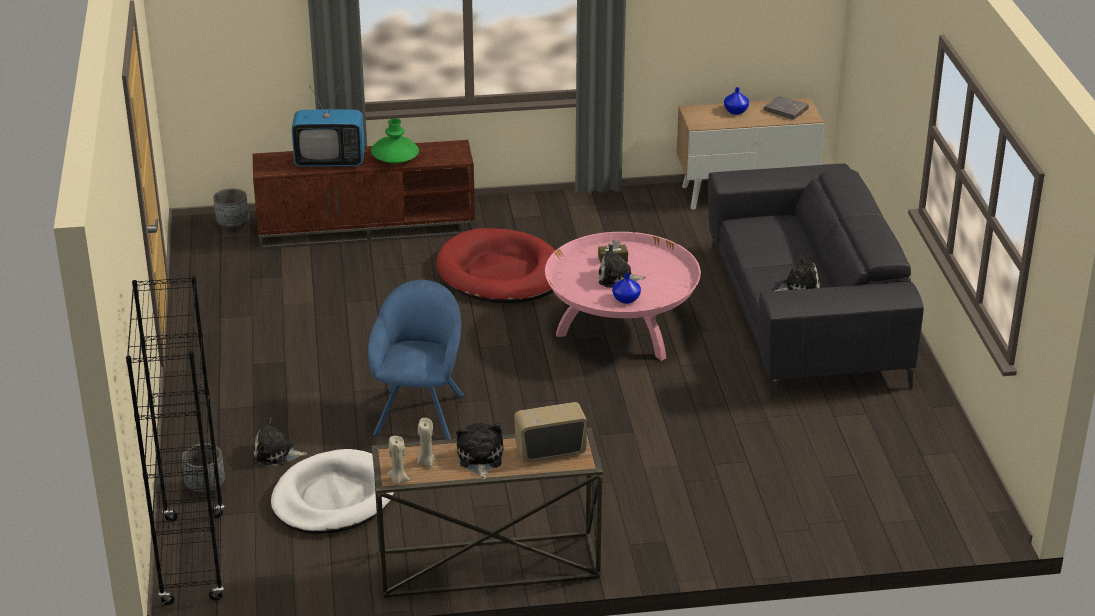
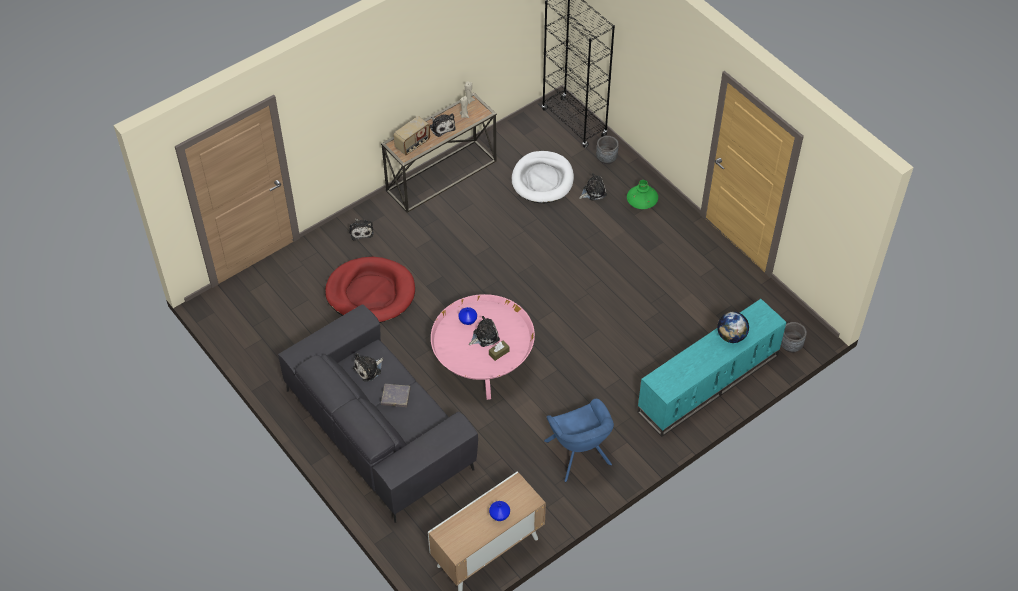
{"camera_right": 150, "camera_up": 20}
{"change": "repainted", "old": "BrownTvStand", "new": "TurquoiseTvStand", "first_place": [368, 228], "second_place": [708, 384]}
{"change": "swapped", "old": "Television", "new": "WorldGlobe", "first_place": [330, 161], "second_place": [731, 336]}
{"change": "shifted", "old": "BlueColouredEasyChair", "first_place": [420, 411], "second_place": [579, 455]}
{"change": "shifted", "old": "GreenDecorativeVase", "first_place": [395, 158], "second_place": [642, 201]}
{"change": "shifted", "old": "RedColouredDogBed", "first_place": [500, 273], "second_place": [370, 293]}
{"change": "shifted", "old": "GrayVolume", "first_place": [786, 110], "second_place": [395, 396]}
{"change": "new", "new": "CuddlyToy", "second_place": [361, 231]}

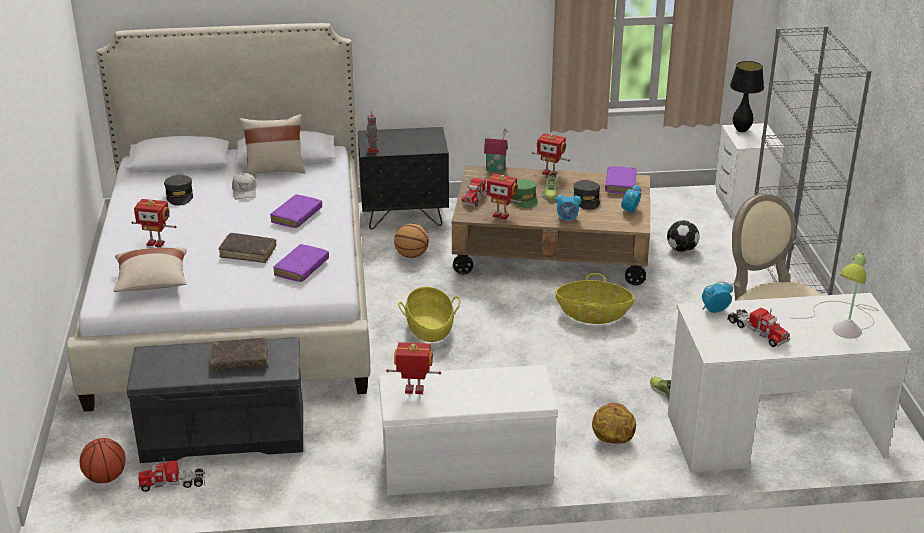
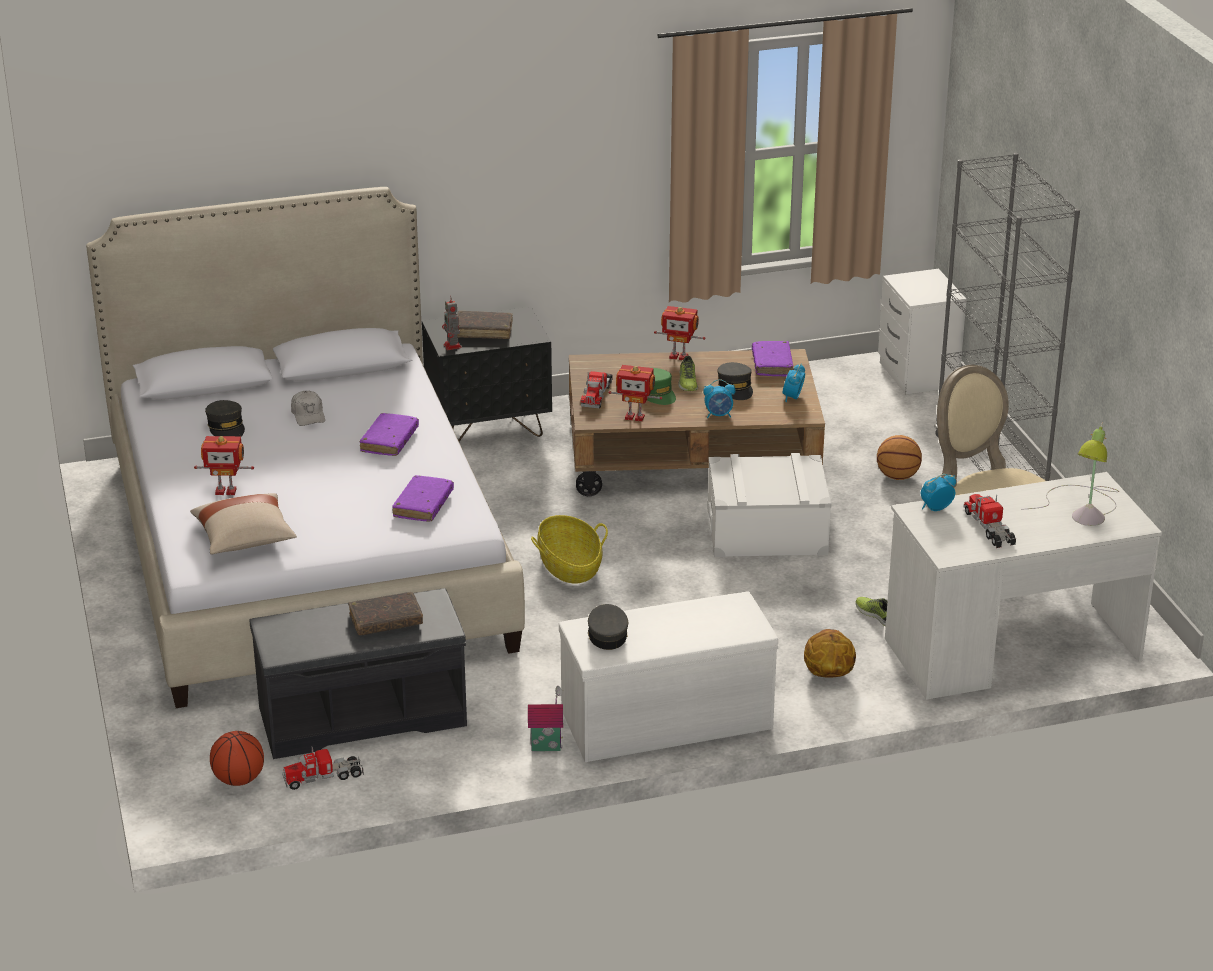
{"camera_right": -10, "camera_up": 0}
{"change": "shifted", "old": "BrownVolume", "first_place": [248, 253], "second_place": [484, 331]}
{"change": "gone", "old": "BeigeColouredThrowPillow", "first_place": [275, 170]}
{"change": "swapped", "old": "RobotFigure", "new": "GrayBaseballCap", "first_place": [414, 391], "second_place": [607, 635]}
{"change": "shifted", "old": "Basketball", "first_place": [411, 256], "second_place": [897, 477]}
{"change": "shifted", "old": "MiniatureHouse", "first_place": [496, 168], "second_place": [546, 745]}
{"change": "swapped", "old": "StorageBasket", "new": "WhiteStorageContainer", "first_place": [593, 315], "second_place": [766, 531]}
{"change": "gone", "old": "FootballBall", "first_place": [681, 250]}
{"change": "rotated", "old": "ToyTruck", "first_place": [757, 331], "second_place": [989, 528], "degrees": -150}
{"change": "gone", "old": "BlackColouredLampForATable", "first_place": [741, 130]}

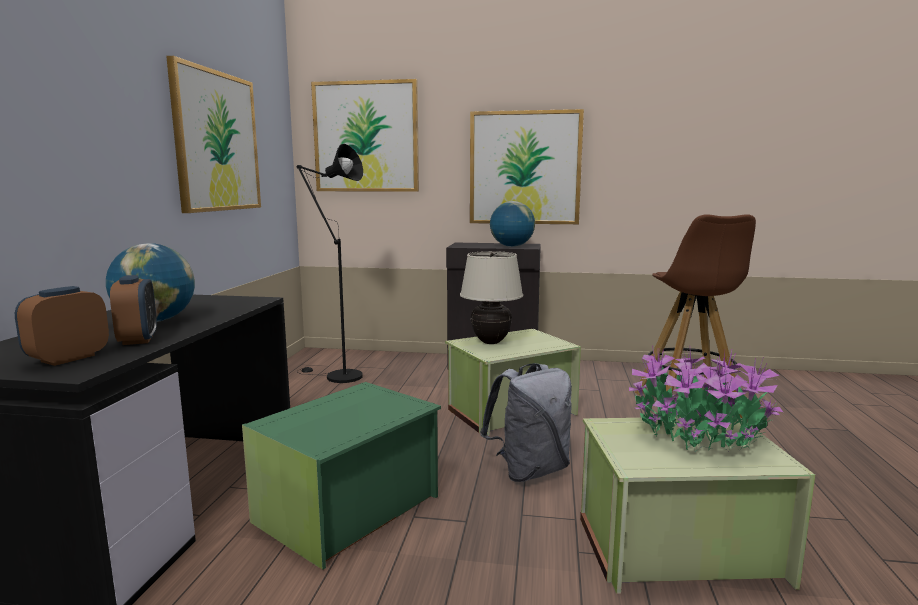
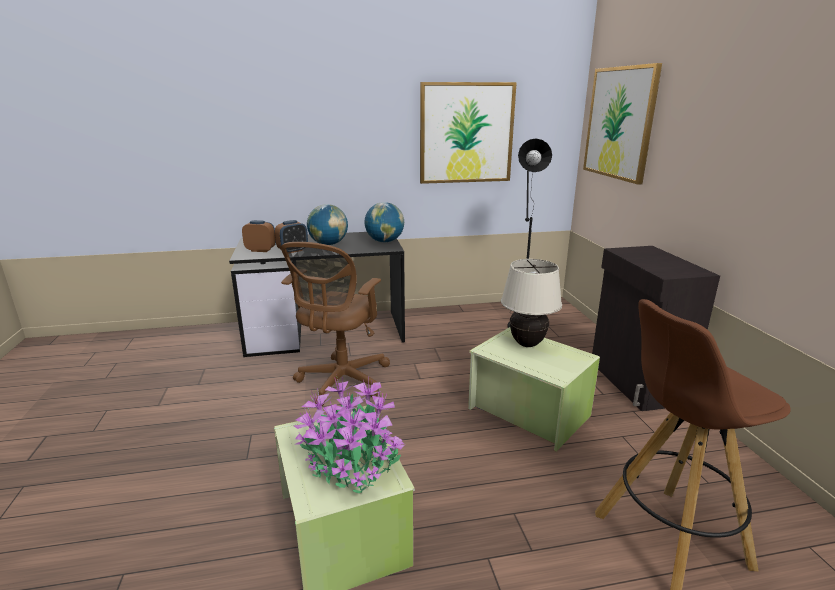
{"camera_right": 70, "camera_up": 10}
{"change": "swapped", "old": "GreenStorageContainer", "new": "BrownDeskChair", "first_place": [350, 509], "second_place": [341, 382]}
{"change": "gone", "old": "Picture", "first_place": [525, 168]}
{"change": "gone", "old": "GrayKnapsack", "first_place": [529, 470]}
{"change": "shifted", "old": "WorldGlobe", "first_place": [511, 246], "second_place": [384, 241]}

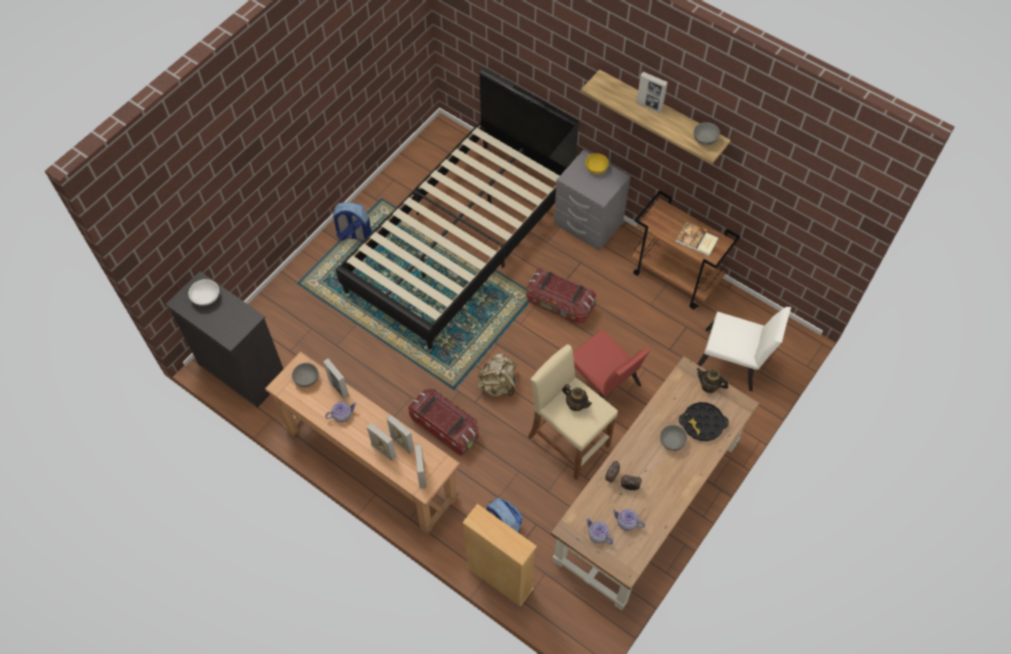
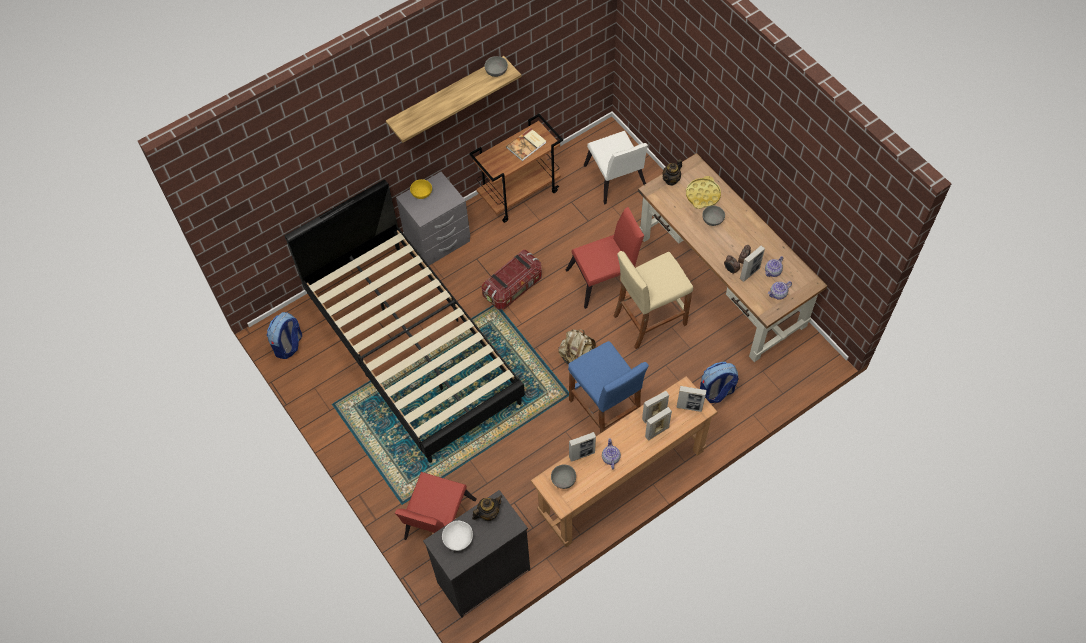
{"camera_right": -70, "camera_up": 0}
{"change": "shifted", "old": "Knapsack", "first_place": [353, 235], "second_place": [289, 345]}
{"change": "swapped", "old": "StorageContainer", "new": "BlueColouredStoolSeat", "first_place": [445, 427], "second_place": [605, 411]}
{"change": "gone", "old": "BeigeColouredBookshelf", "first_place": [499, 578]}
{"change": "shifted", "old": "PotForTea", "first_place": [576, 404], "second_place": [488, 513]}
{"change": "shifted", "old": "StandingFrame", "first_place": [649, 106], "second_place": [749, 273]}
{"change": "repainted", "old": "BlackColouredCarryingTray", "new": "YellowCarryingTray", "first_place": [702, 423], "second_place": [703, 195]}
{"change": "rotated", "old": "WhitePlainChair", "first_place": [733, 362], "second_place": [616, 181], "degrees": 120}
{"change": "new", "new": "RedColouredPlainChair", "second_place": [437, 523]}

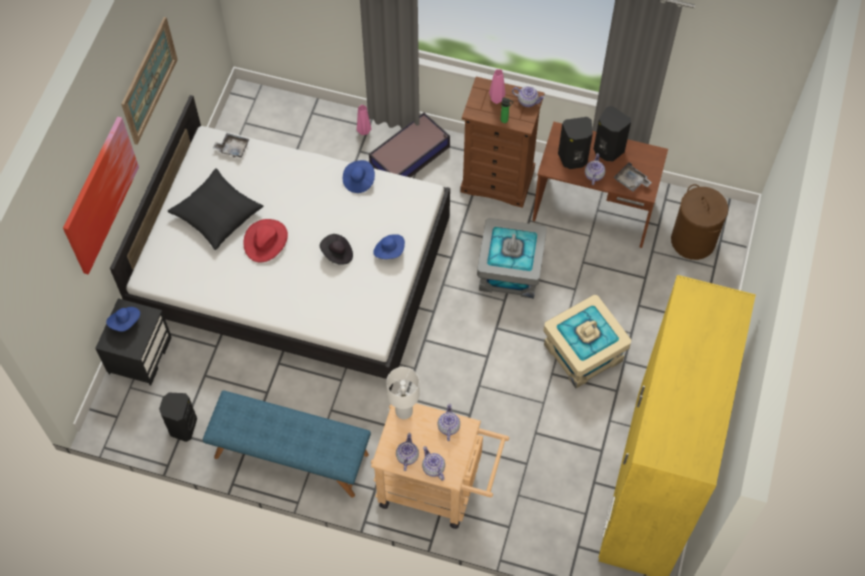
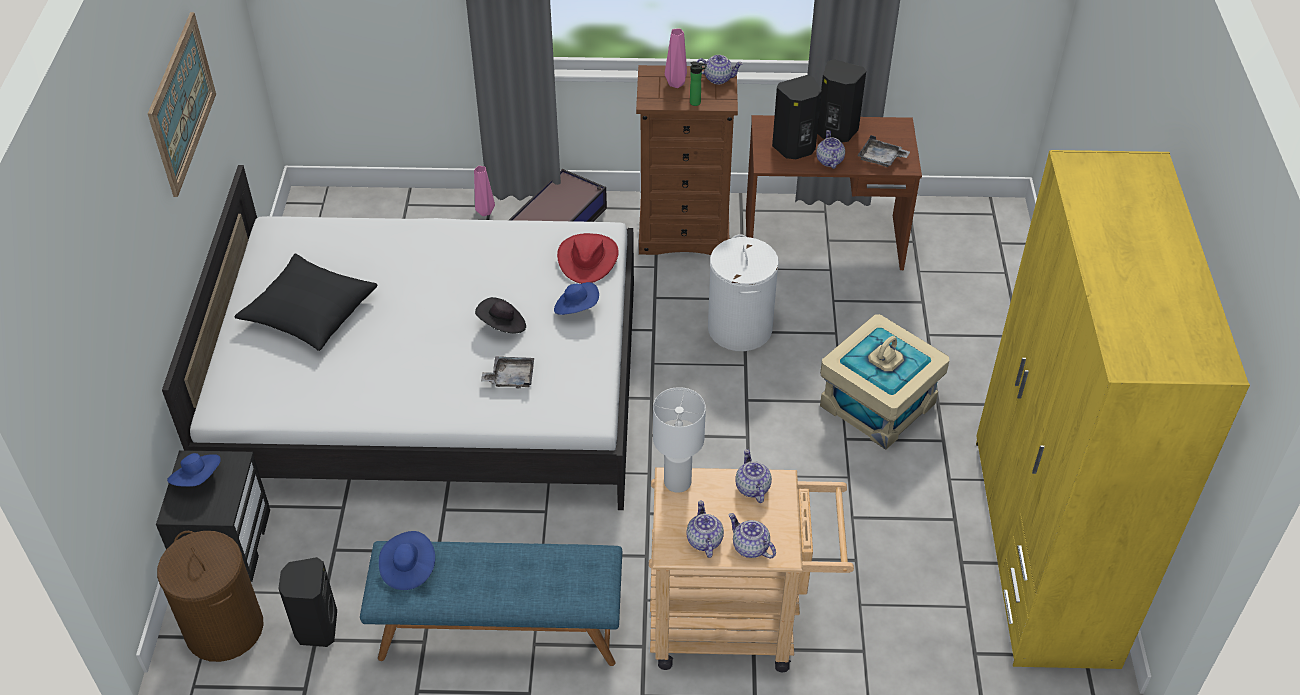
{"camera_right": -15, "camera_up": -15}
{"change": "gone", "old": "Picture", "first_place": [99, 195]}
{"change": "shifted", "old": "GrayCarryingTray", "first_place": [233, 148], "second_place": [511, 377]}
{"change": "shifted", "old": "RedColouredHat", "first_place": [265, 241], "second_place": [587, 258]}
{"change": "shifted", "old": "BlueColouredHat", "first_place": [358, 181], "second_place": [408, 568]}
{"change": "swapped", "old": "GrayStorageContainer", "new": "WhiteLaundryBasket", "first_place": [510, 270], "second_place": [740, 329]}
{"change": "shifted", "old": "BrownLaundryBasket", "first_place": [693, 241], "second_place": [225, 629]}

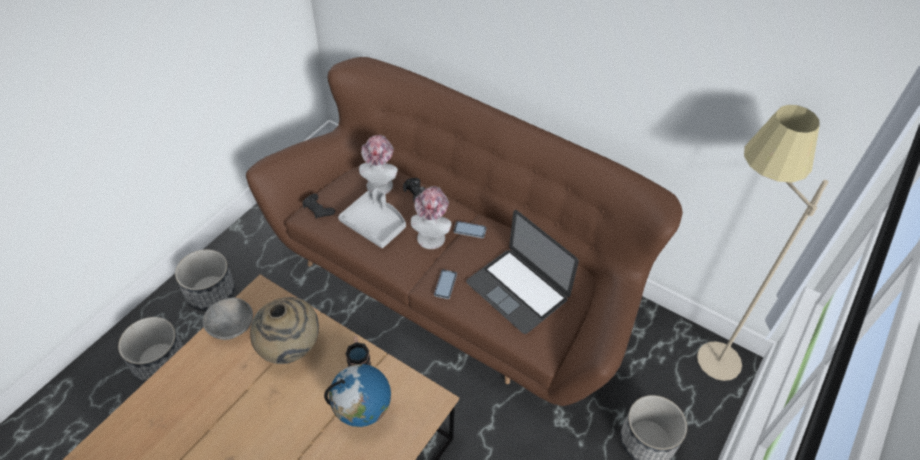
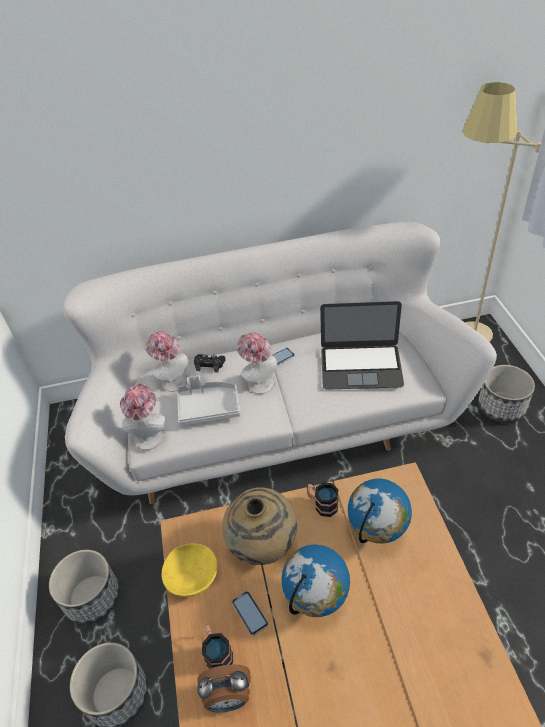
{"camera_right": -40, "camera_up": -5}
{"change": "repainted", "old": "GrayBowl", "new": "YellowBowl", "first_place": [232, 327], "second_place": [193, 577]}
{"change": "repainted", "old": "BrownSofa", "new": "WhiteSofa", "first_place": [457, 285], "second_place": [278, 421]}
{"change": "swapped", "old": "BlackColouredGameController", "new": "Hat", "first_place": [318, 210], "second_place": [149, 434]}
{"change": "shifted", "old": "Telephone", "first_place": [445, 284], "second_place": [250, 613]}
{"change": "new", "new": "AlarmClock", "second_place": [228, 698]}
{"change": "new", "new": "TeaMug", "second_place": [217, 653]}
{"change": "new", "new": "WorldGlobe", "second_place": [317, 602]}

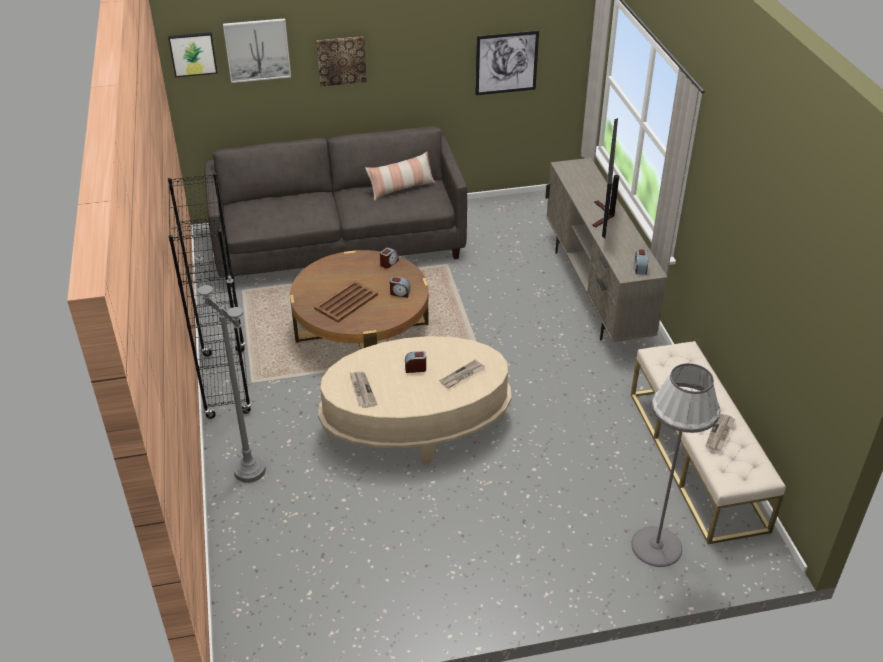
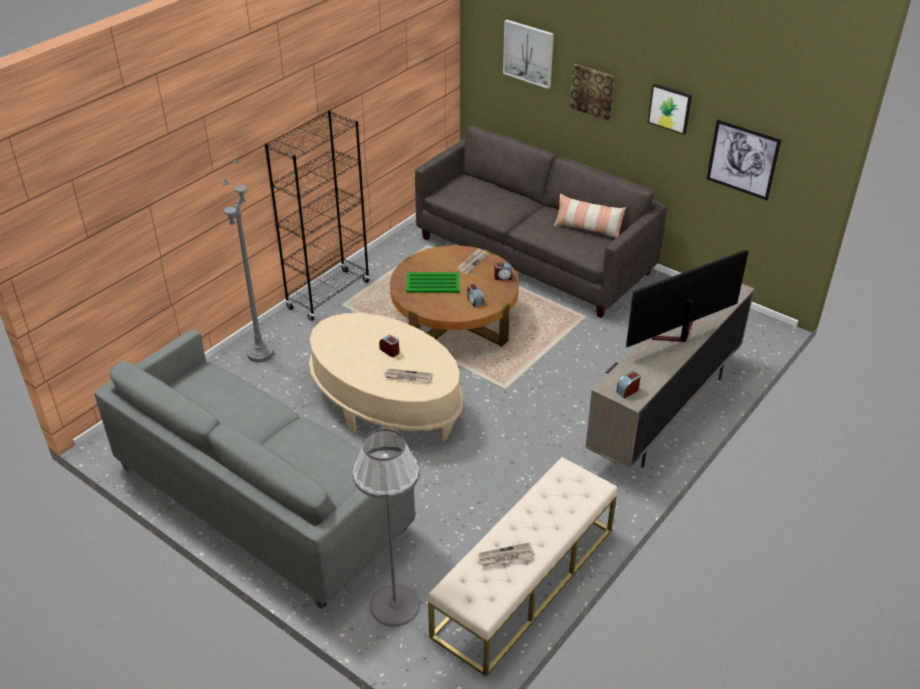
{"camera_right": 50, "camera_up": 0}
{"change": "shifted", "old": "Picture", "first_place": [193, 53], "second_place": [670, 108]}
{"change": "repainted", "old": "BrownCarryingTray", "new": "GreenCarryingTray", "first_place": [345, 302], "second_place": [432, 283]}
{"change": "shifted", "old": "DailyPaper", "first_place": [362, 390], "second_place": [472, 262]}
{"change": "new", "new": "GraySofa", "second_place": [261, 498]}

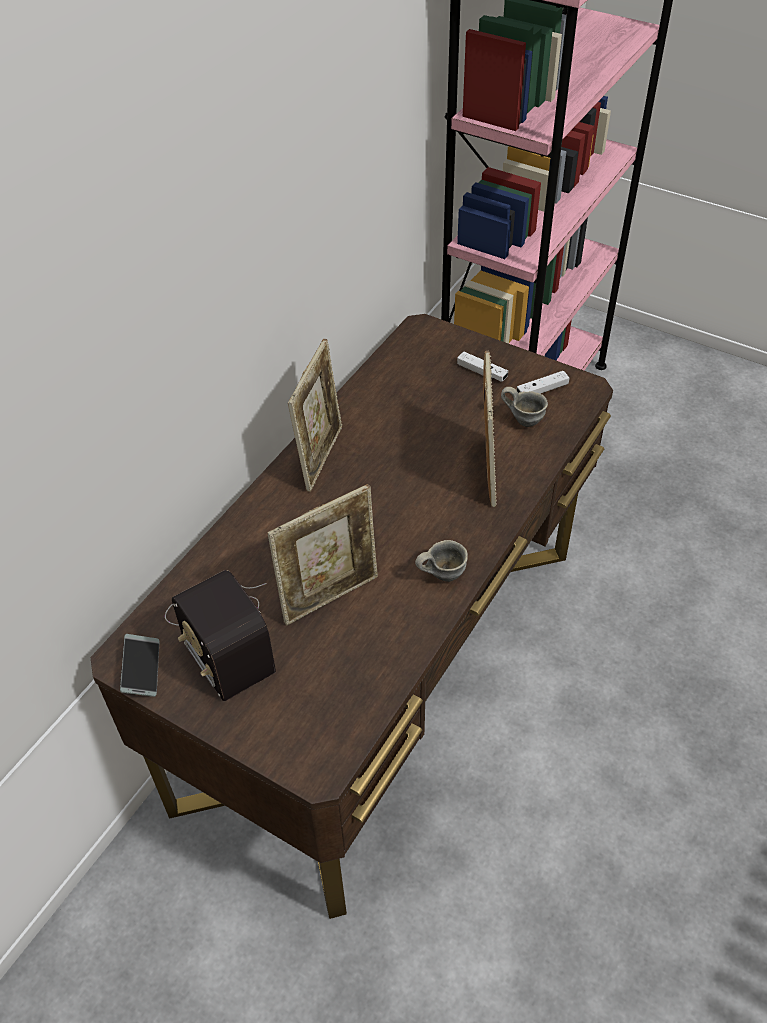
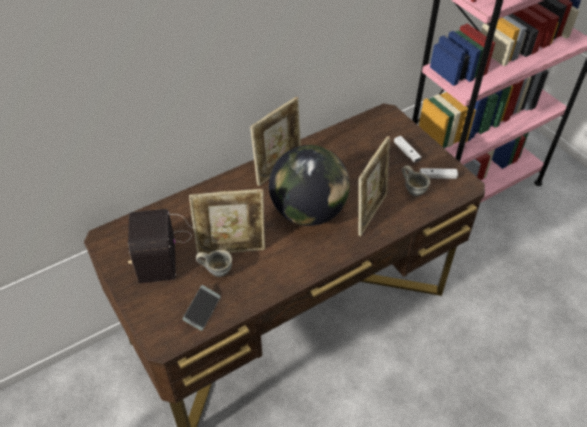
{"camera_right": 25, "camera_up": 0}
{"change": "shifted", "old": "Telephone", "first_place": [141, 669], "second_place": [202, 310]}
{"change": "shifted", "old": "GrayTeaMug", "first_place": [442, 573], "second_place": [217, 270]}
{"change": "new", "new": "WorldGlobe", "second_place": [308, 212]}

